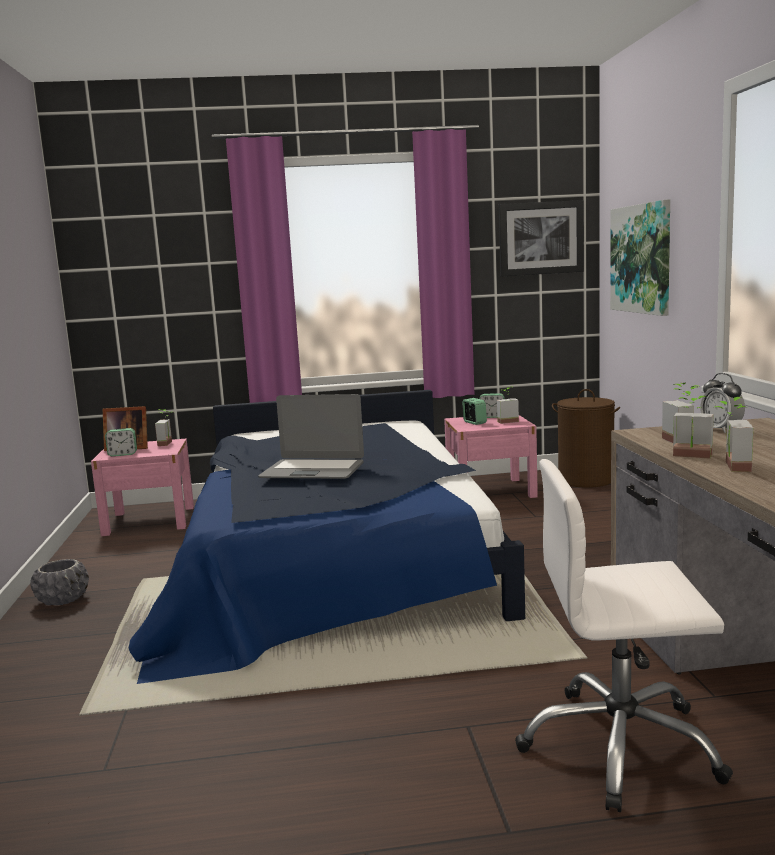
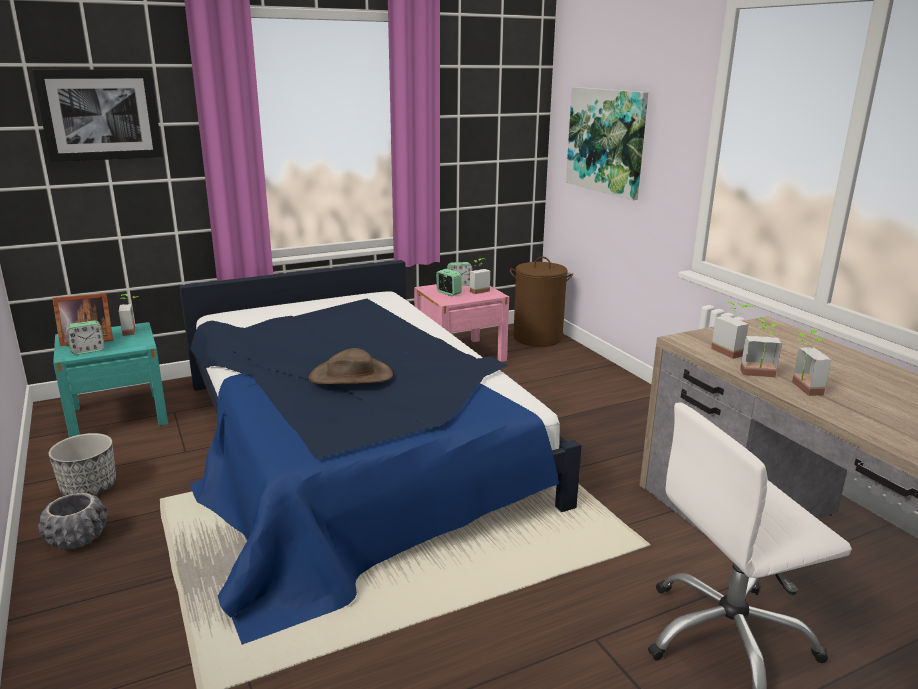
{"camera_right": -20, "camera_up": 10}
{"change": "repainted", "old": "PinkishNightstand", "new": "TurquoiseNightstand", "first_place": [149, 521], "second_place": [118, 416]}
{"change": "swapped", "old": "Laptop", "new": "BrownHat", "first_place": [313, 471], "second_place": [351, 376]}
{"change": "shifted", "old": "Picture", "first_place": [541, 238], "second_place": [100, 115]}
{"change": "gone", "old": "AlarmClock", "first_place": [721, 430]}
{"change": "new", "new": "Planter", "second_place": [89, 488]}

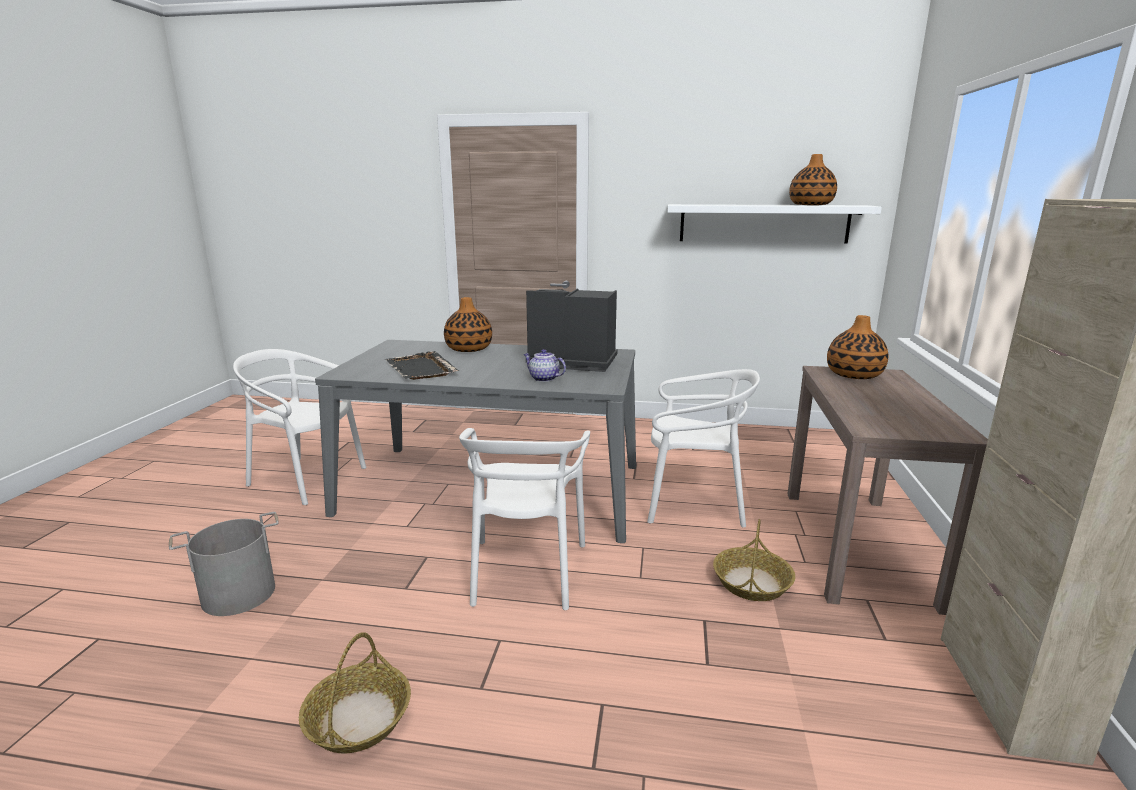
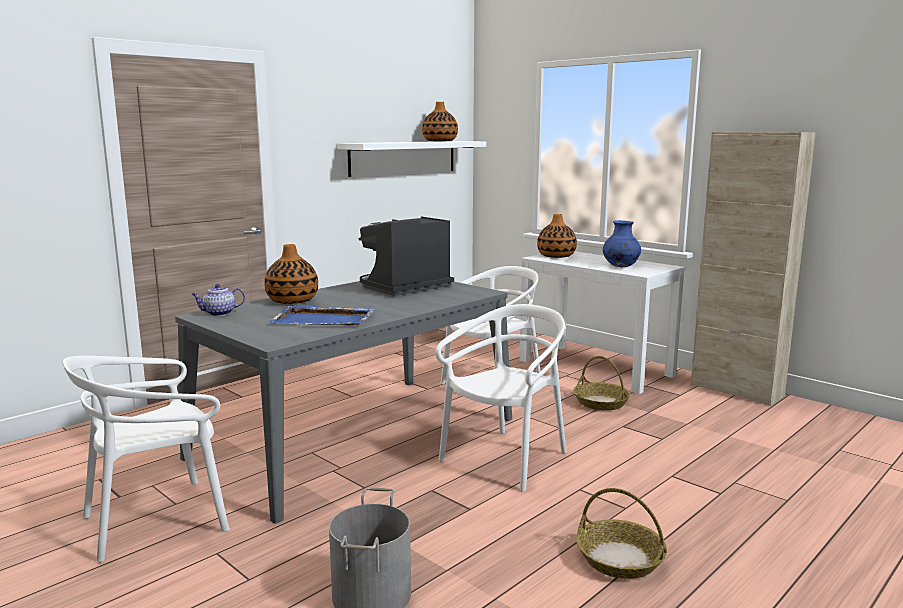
{"camera_right": -55, "camera_up": -5}
{"change": "repainted", "old": "BlackColouredCarryingTray", "new": "BlueColouredCarryingTray", "first_place": [421, 369], "second_place": [324, 320]}
{"change": "rotated", "old": "WhitePlainChair", "first_place": [526, 571], "second_place": [506, 459], "degrees": -90}
{"change": "shifted", "old": "PotForTea", "first_place": [543, 378], "second_place": [219, 313]}
{"change": "repainted", "old": "BrownNarrowTable", "new": "WhiteNarrowTable", "first_place": [856, 545], "second_place": [595, 368]}
{"change": "new", "new": "BlueColouredDecorativeVase", "second_place": [620, 267]}

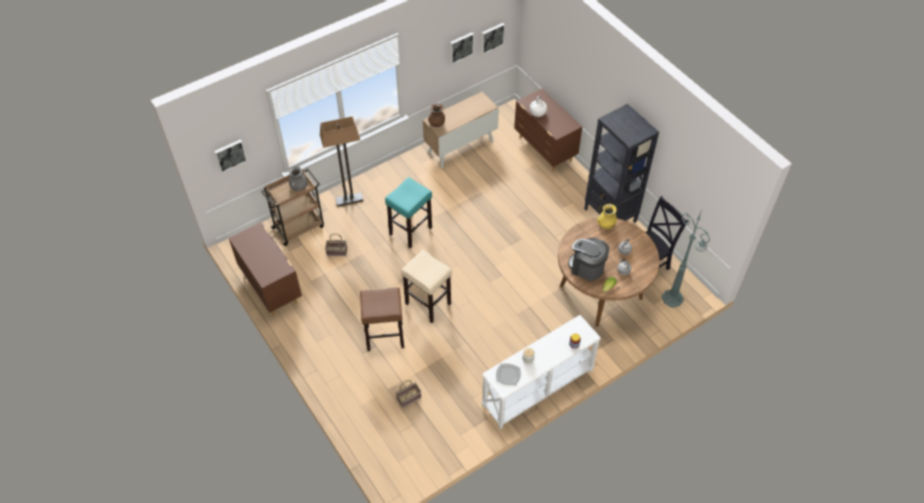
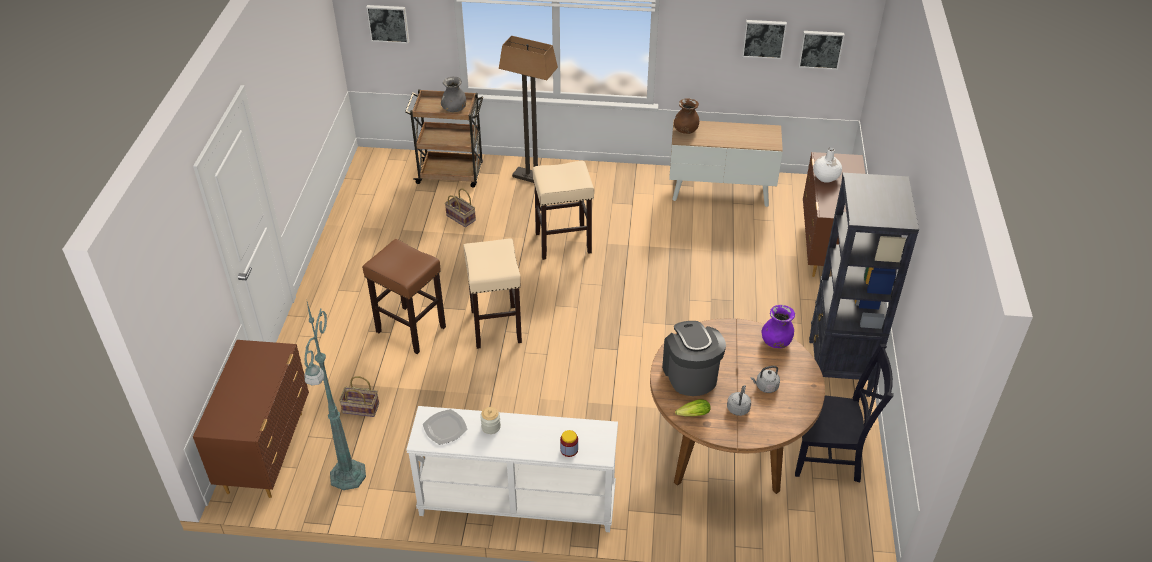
{"camera_right": 40, "camera_up": -10}
{"change": "shifted", "old": "BrownDrawerChest", "first_place": [271, 287], "second_place": [267, 451]}
{"change": "repainted", "old": "TurquoiseStoolSeat", "new": "BeigeColouredStoolSeat", "first_place": [411, 230], "second_place": [564, 243]}
{"change": "repainted", "old": "YellowDecorativeVase", "new": "PurplishDecorativeVase", "first_place": [606, 224], "second_place": [776, 342]}
{"change": "shifted", "old": "GreenFloorLamp", "first_place": [673, 299], "second_place": [347, 477]}

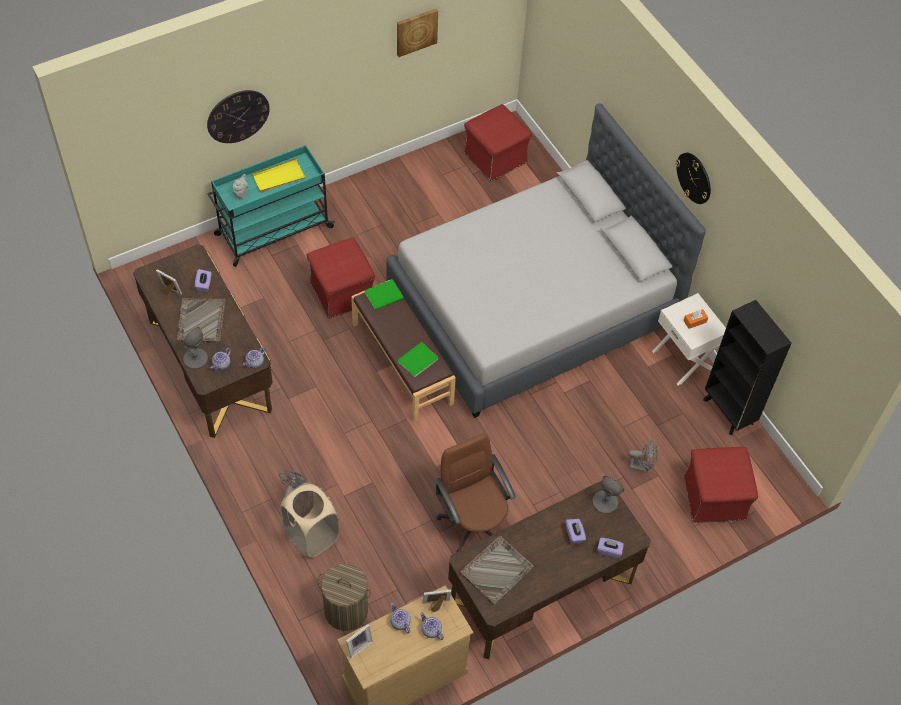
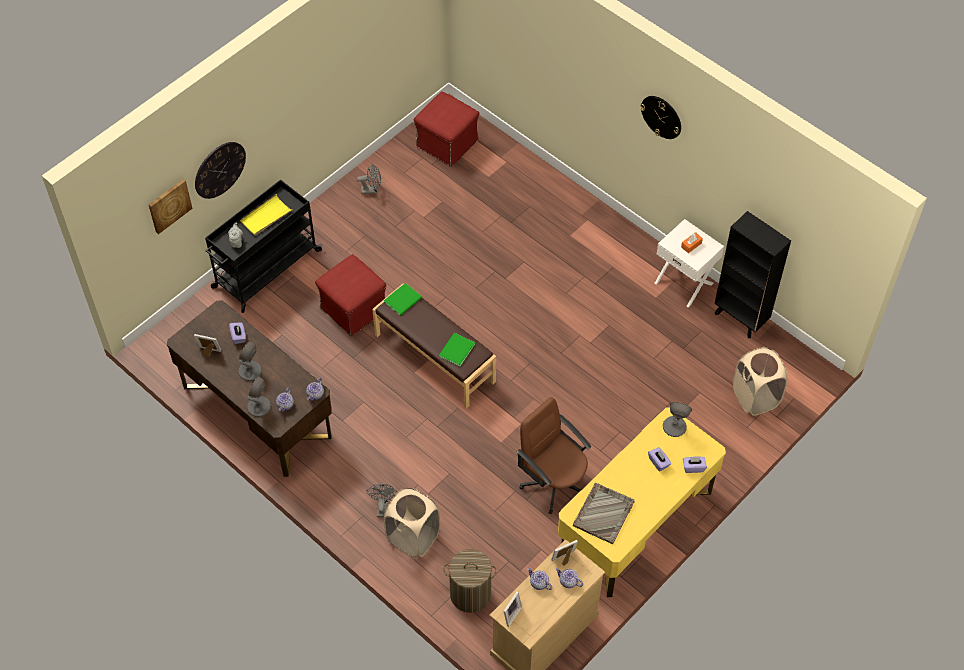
{"camera_right": -15, "camera_up": 0}
{"change": "swapped", "old": "GrayCarryingTray", "new": "GrayLampForATable", "first_place": [201, 322], "second_place": [250, 371]}
{"change": "repainted", "old": "TurquoiseTrolley", "new": "BlackColouredTrolley", "first_place": [273, 231], "second_place": [265, 269]}
{"change": "gone", "old": "GraySleepingBed", "first_place": [532, 306]}
{"change": "shifted", "old": "Picture", "first_place": [416, 31], "second_place": [169, 205]}
{"change": "repainted", "old": "BrownDeskTable", "new": "YellowDeskTable", "first_place": [542, 591], "second_place": [636, 523]}
{"change": "shifted", "old": "GrayFan", "first_place": [642, 466], "second_place": [372, 190]}
{"change": "swapped", "old": "RedColouredOttoman", "new": "BeigeColouredLaundryBasket", "first_place": [714, 498], "second_place": [755, 397]}

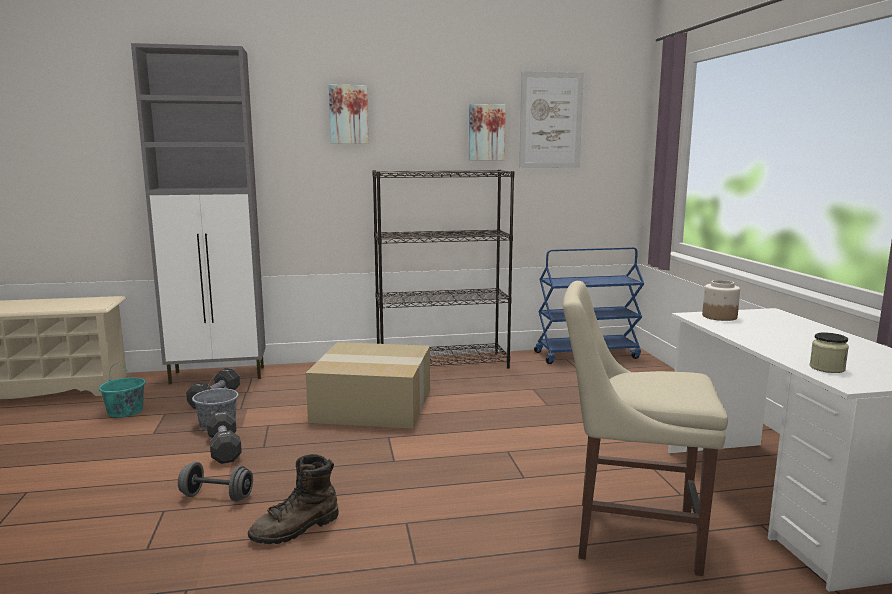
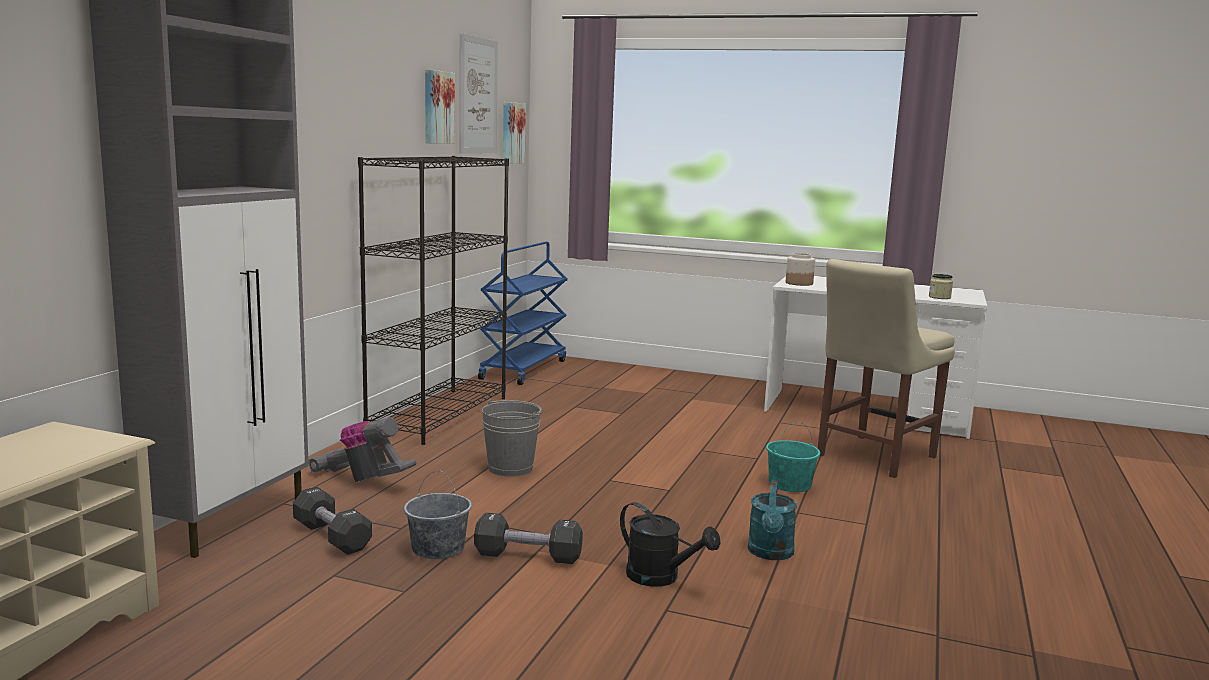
{"camera_right": -60, "camera_up": 0}
{"change": "shifted", "old": "TurquoiseWaterBucket", "first_place": [125, 411], "second_place": [790, 485]}
{"change": "swapped", "old": "GrayDumbbell", "new": "BlackColouredWateringPot", "first_place": [217, 496], "second_place": [661, 578]}
{"change": "swapped", "old": "BrownTallBoot", "new": "TurquoiseWateringPot", "first_place": [296, 529], "second_place": [770, 554]}
{"change": "swapped", "old": "Carton", "new": "GrayWaterBucket", "first_place": [370, 405], "second_place": [510, 468]}
{"change": "shifted", "old": "Picture", "first_place": [348, 114], "second_place": [511, 133]}
{"change": "new", "new": "Vacuum", "second_place": [362, 480]}

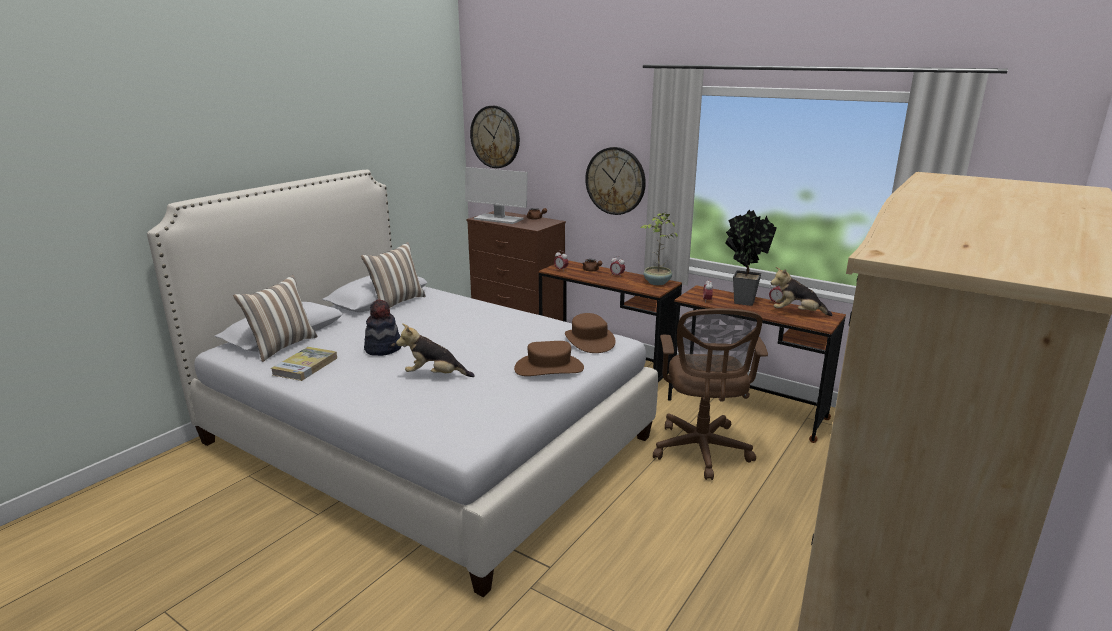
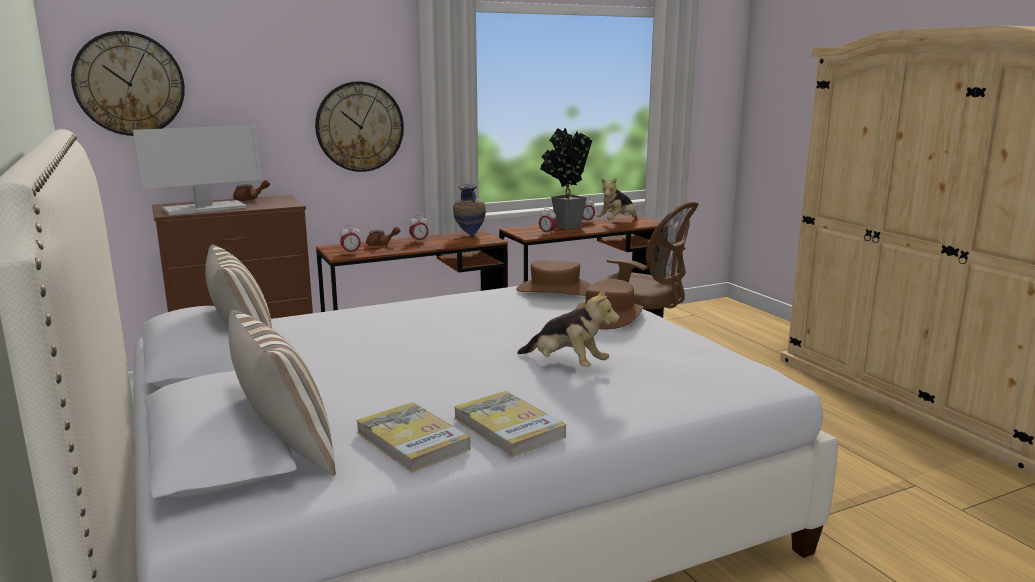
{"camera_right": -60, "camera_up": -5}
{"change": "gone", "old": "Hat", "first_place": [384, 348]}
{"change": "rotated", "old": "CuddlyToy", "first_place": [435, 376], "second_place": [566, 365], "degrees": -90}
{"change": "swapped", "old": "PottedPlant", "new": "DecorativeVase", "first_place": [656, 283], "second_place": [469, 235]}
{"change": "new", "new": "Volume", "second_place": [508, 427]}

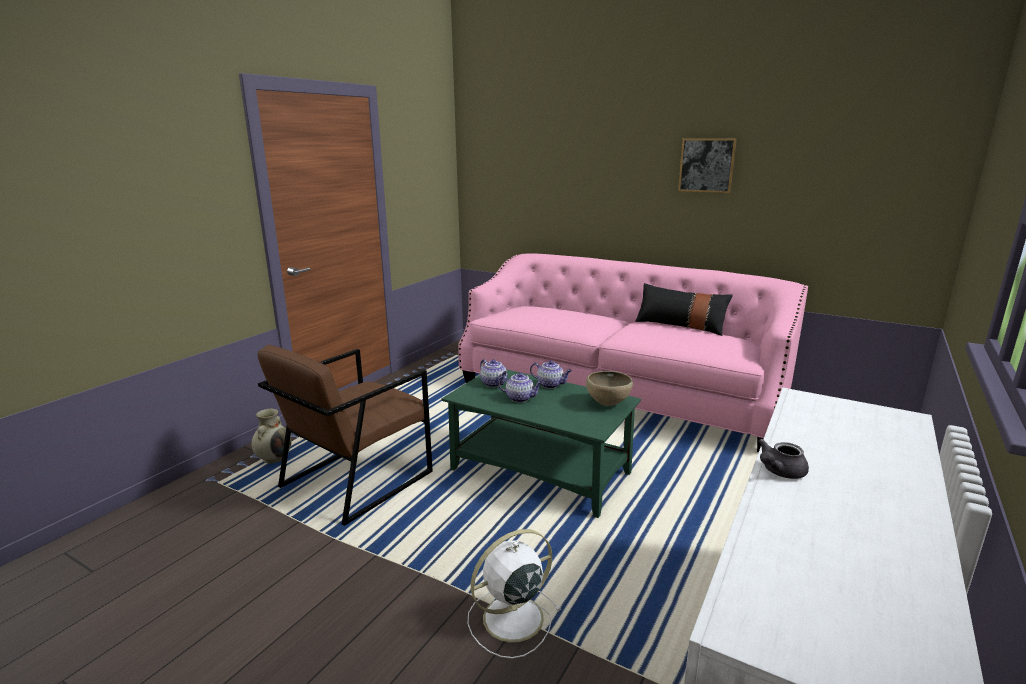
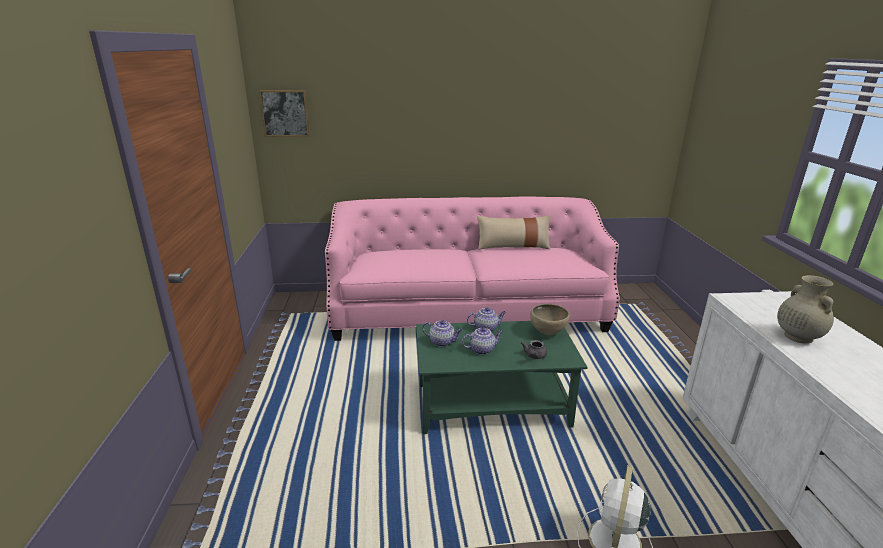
{"camera_right": -35, "camera_up": 5}
{"change": "shifted", "old": "BeigeColouredDecorativeVase", "first_place": [274, 458], "second_place": [797, 336]}
{"change": "gone", "old": "BrownEasyChair", "first_place": [356, 479]}
{"change": "repainted", "old": "BlackColouredThrowPillow", "new": "BeigeColouredThrowPillow", "first_place": [680, 326], "second_place": [513, 246]}
{"change": "shifted", "old": "Picture", "first_place": [706, 165], "second_place": [285, 113]}
{"change": "shifted", "old": "GrayPotForTea", "first_place": [779, 472], "second_place": [534, 356]}

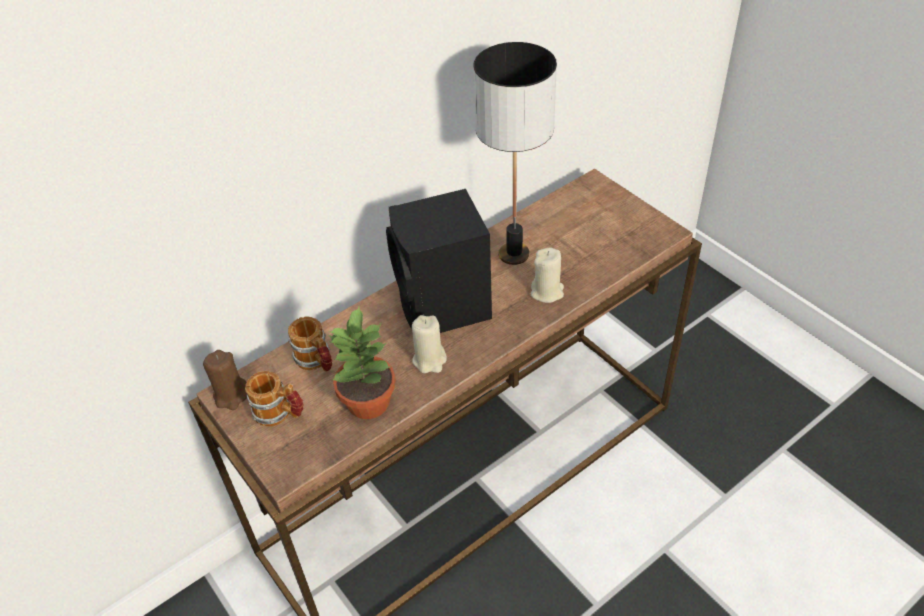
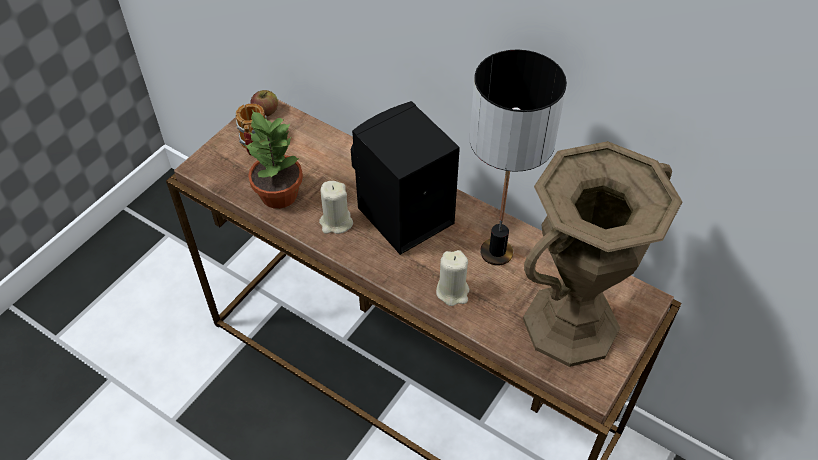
{"camera_right": 70, "camera_up": 5}
{"change": "swapped", "old": "BrownCandle", "new": "Apple", "first_place": [231, 395], "second_place": [265, 111]}
{"change": "gone", "old": "TeaMug", "first_place": [316, 361]}
{"change": "new", "new": "BrownDecorativeVase", "second_place": [570, 324]}

